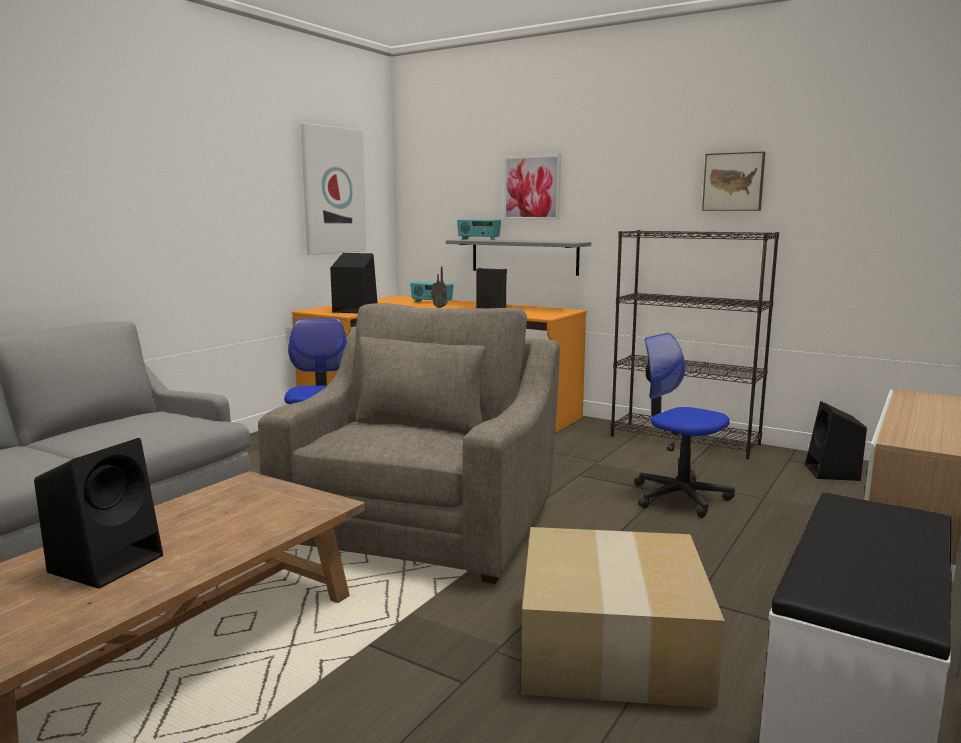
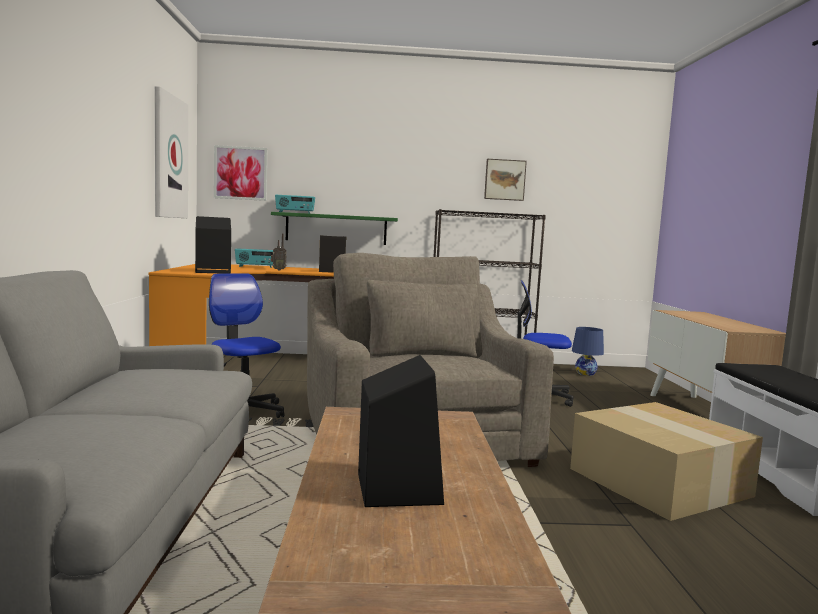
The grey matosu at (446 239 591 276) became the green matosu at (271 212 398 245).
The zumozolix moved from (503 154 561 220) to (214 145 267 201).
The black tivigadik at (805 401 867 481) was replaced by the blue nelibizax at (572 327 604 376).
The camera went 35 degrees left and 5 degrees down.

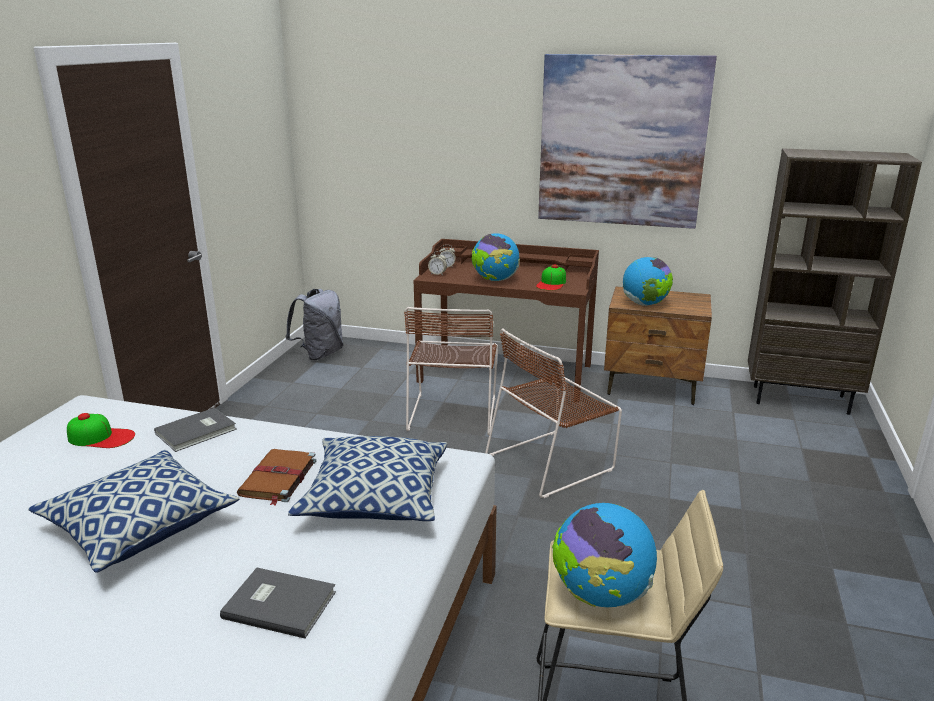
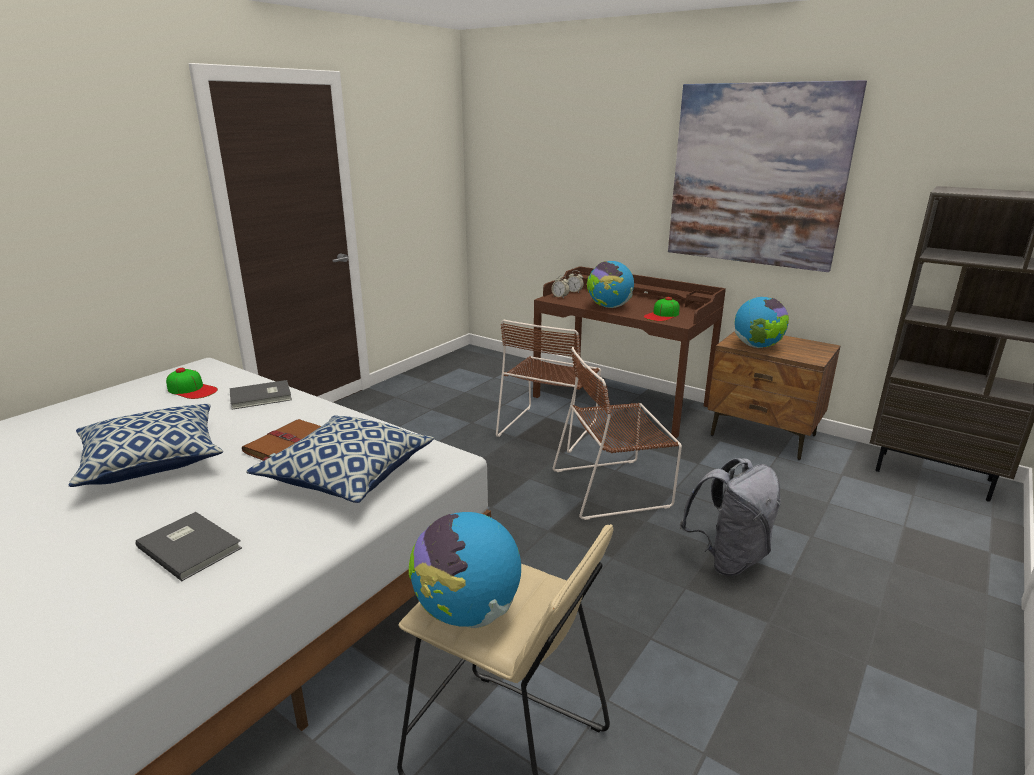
The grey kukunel moved from (285 289 343 361) to (680 458 781 576).
The camera went 20 degrees right and 0 degrees up.

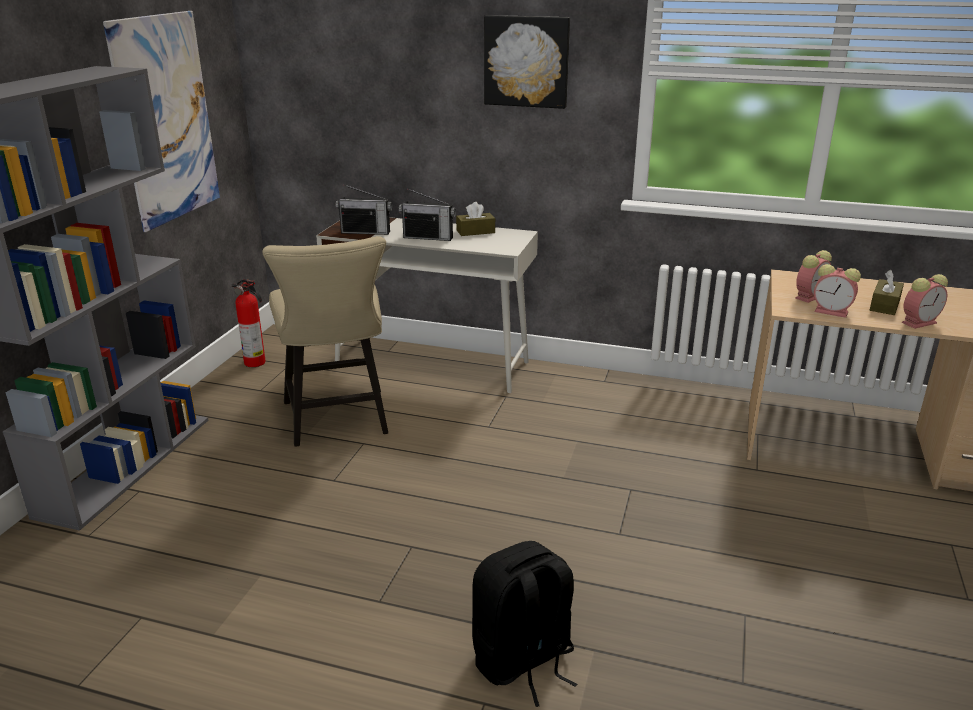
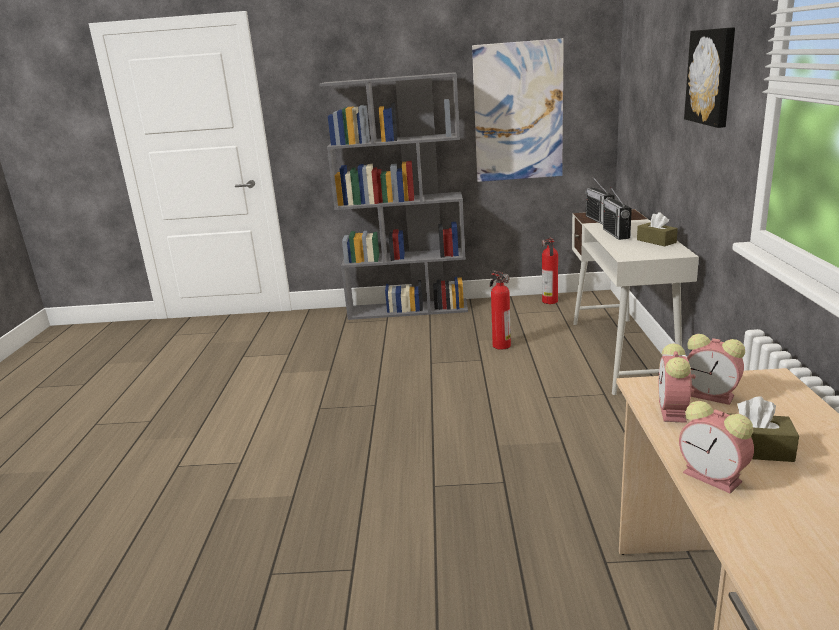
The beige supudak at (262 236 388 447) was replaced by the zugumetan at (490 270 511 350).
The black kukunel at (472 541 577 707) disappeared.
The camera went 75 degrees right and 5 degrees down.

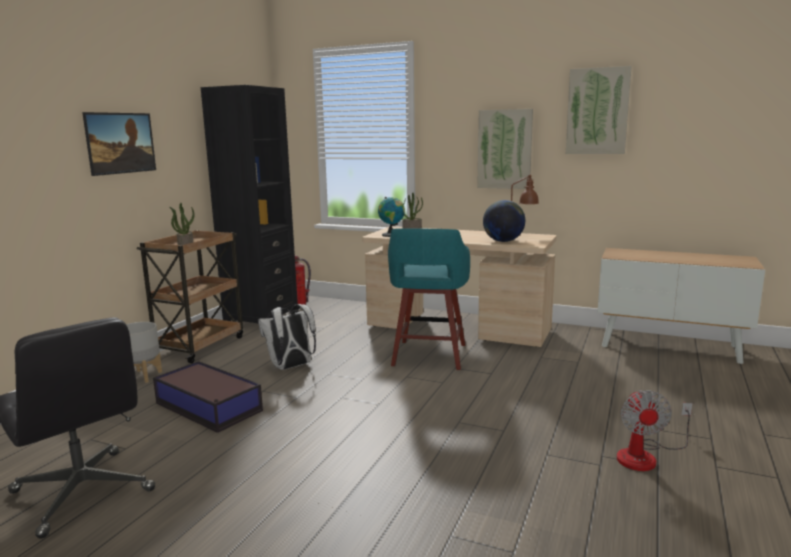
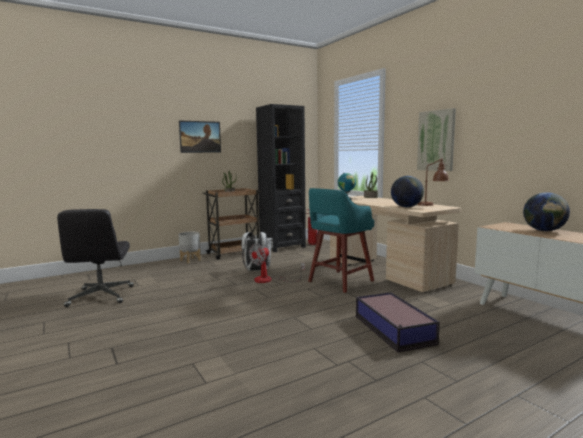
The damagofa moved from (153 361 263 433) to (356 292 440 353).
The zumozolix at (566 66 632 154) disappeared.
The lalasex moved from (617 390 692 471) to (249 244 305 283).
The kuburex at (523 192 570 231) appeared.
The camera went 35 degrees right and 5 degrees down.

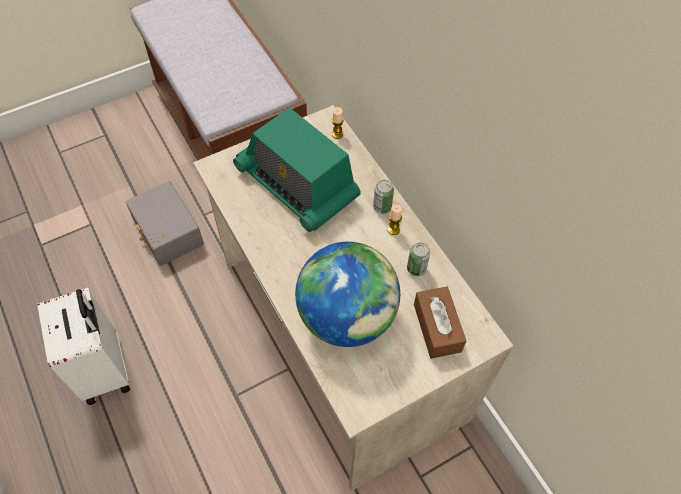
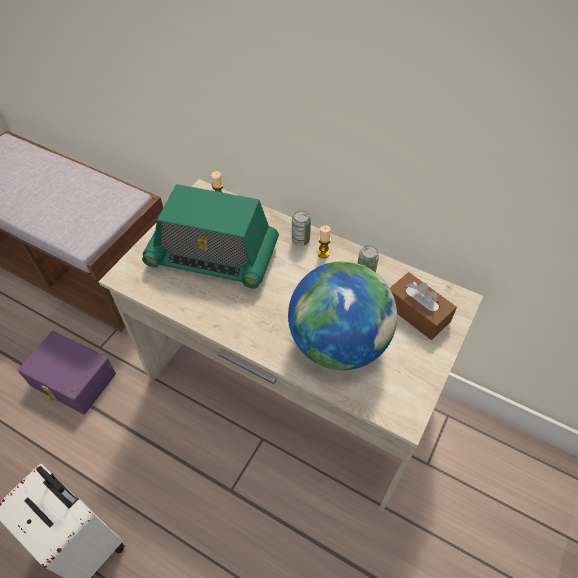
The grey damagofa at (126 181 204 266) became the purple damagofa at (18 331 116 414).
The camera went 30 degrees left and 5 degrees down.

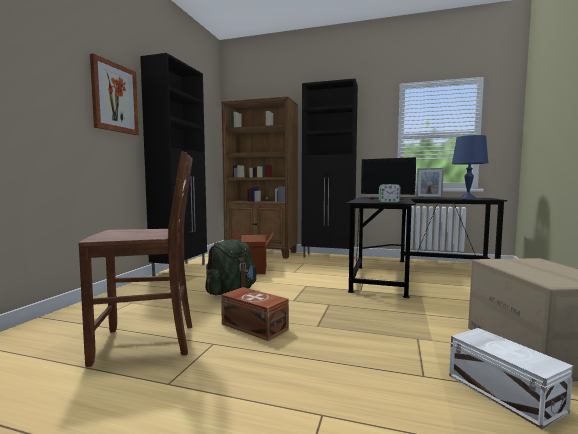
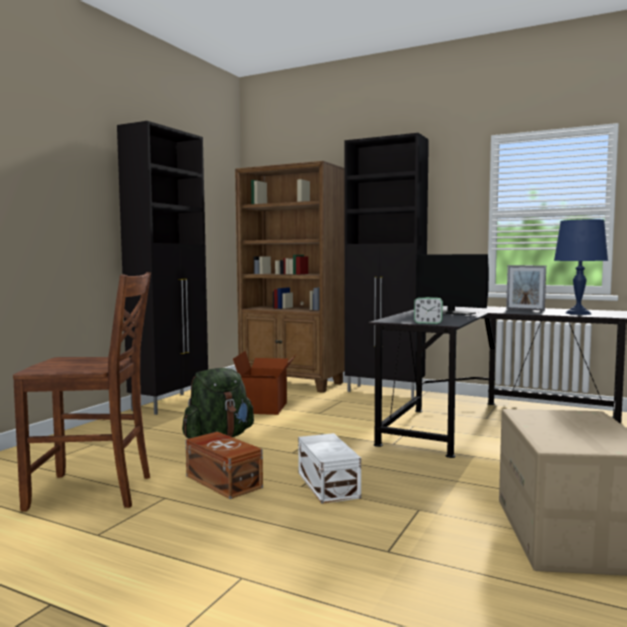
The zumozolix at (90 54 139 135) disappeared.
The white damagofa moved from (449 328 574 429) to (298 433 361 504).
The camera went 10 degrees right and 0 degrees up.

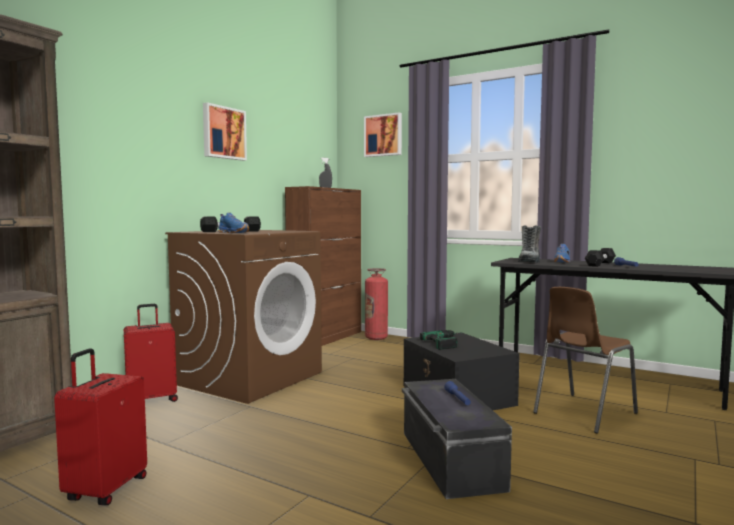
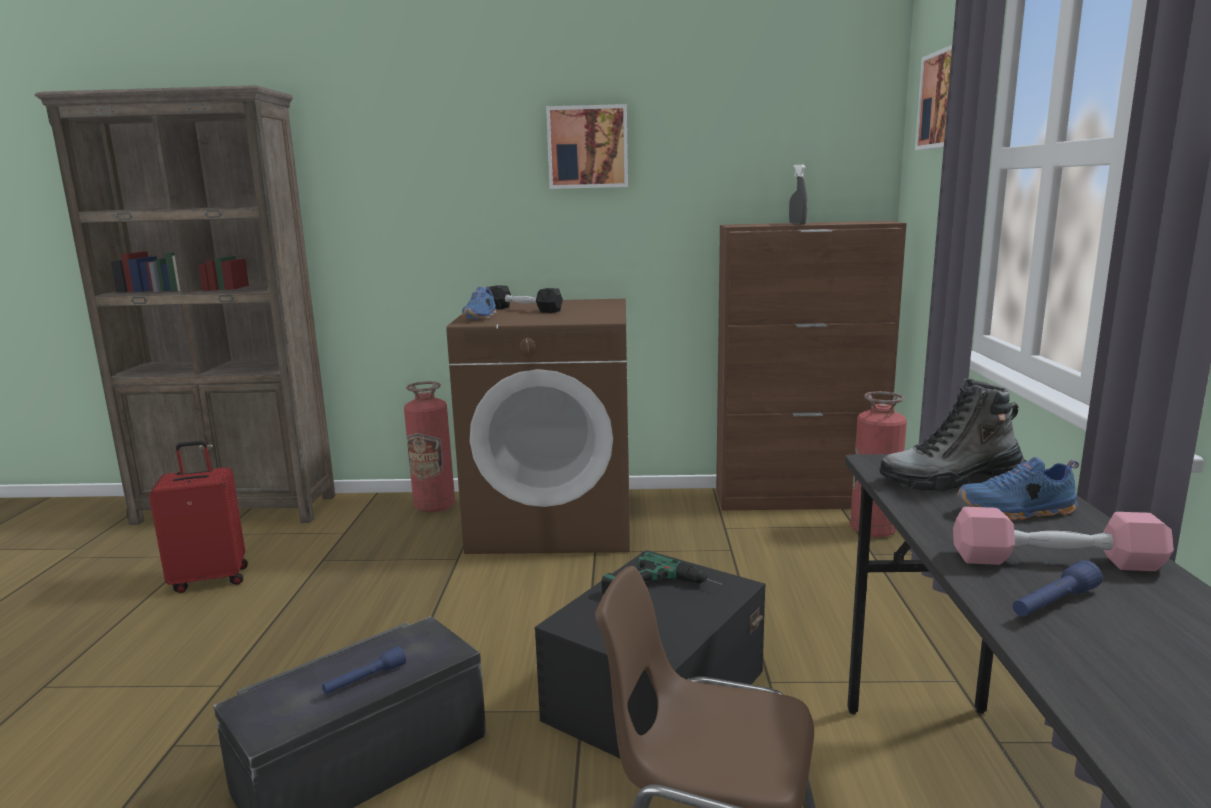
The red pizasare at (124 304 178 402) was replaced by the zugumetan at (404 381 455 513).
The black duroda at (585 248 616 267) became the pink duroda at (953 507 1174 571).
The camera went 60 degrees right and 10 degrees up.

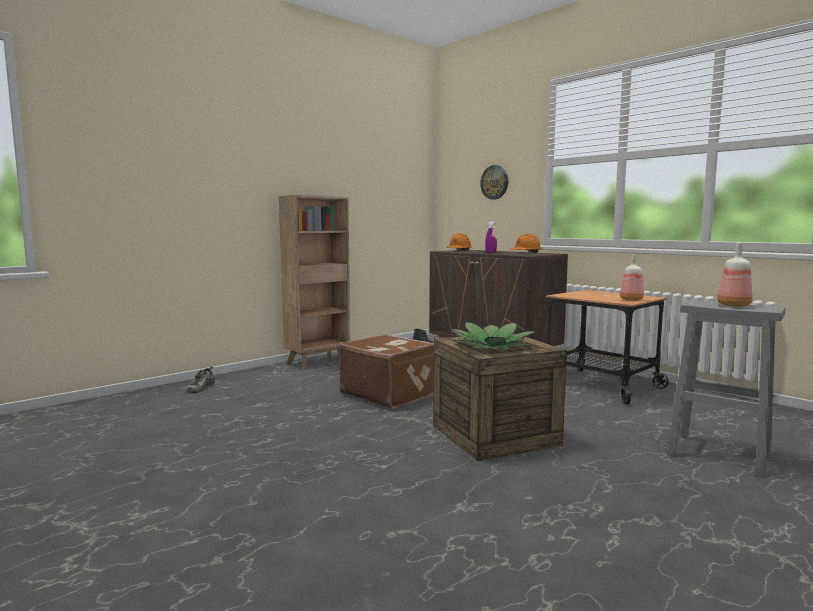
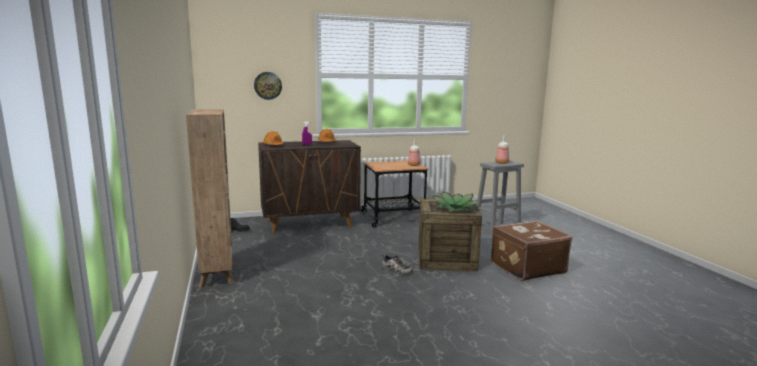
The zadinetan moved from (186 367 215 393) to (381 254 413 275).
The brown pizasare moved from (339 334 434 409) to (491 220 573 281).
The camera went 65 degrees left and 5 degrees up.

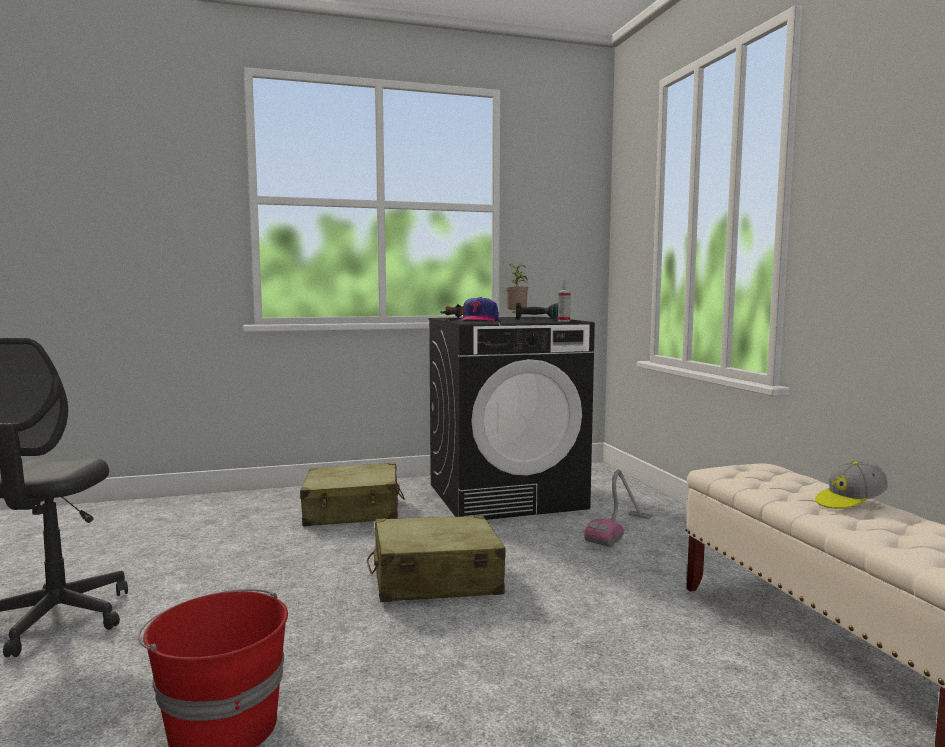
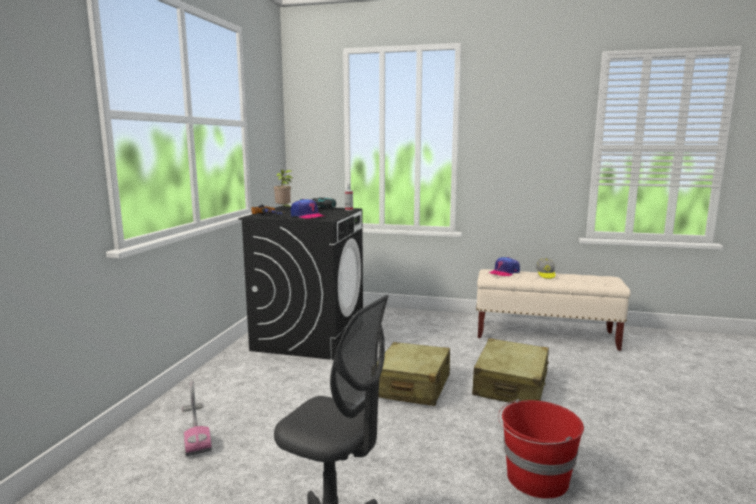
The beige pizasare moved from (300 463 405 526) to (472 338 549 403).
The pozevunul moved from (584 469 652 547) to (182 379 212 456).
The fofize at (489 257 520 277) appeared.
The camera went 60 degrees left and 5 degrees up.

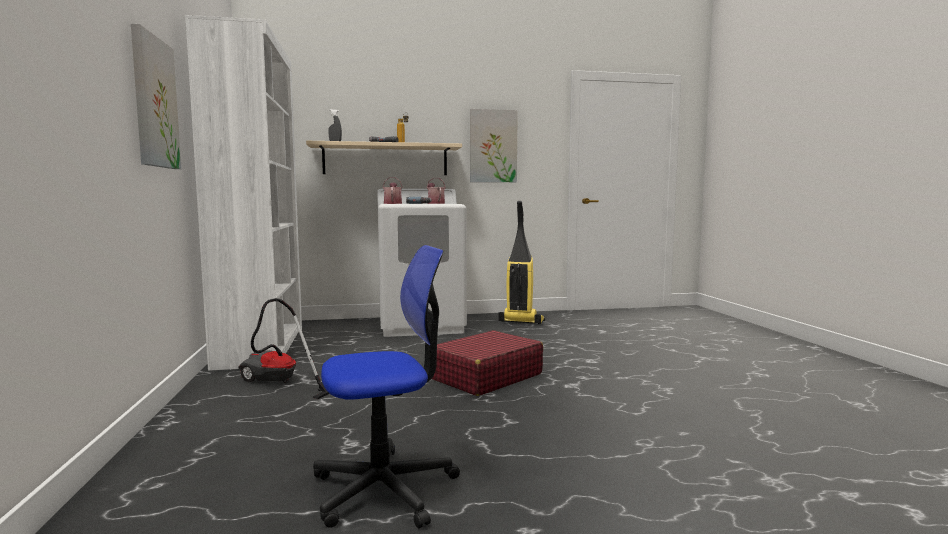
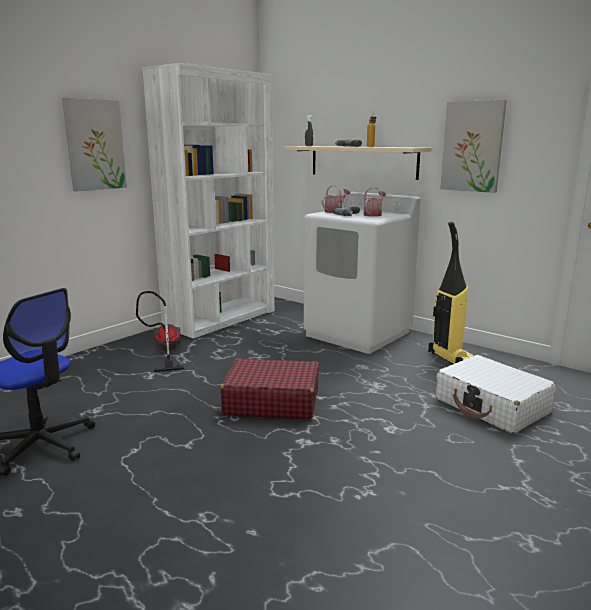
The white pizasare at (436 355 556 434) appeared.
The camera went 50 degrees right and 10 degrees up.

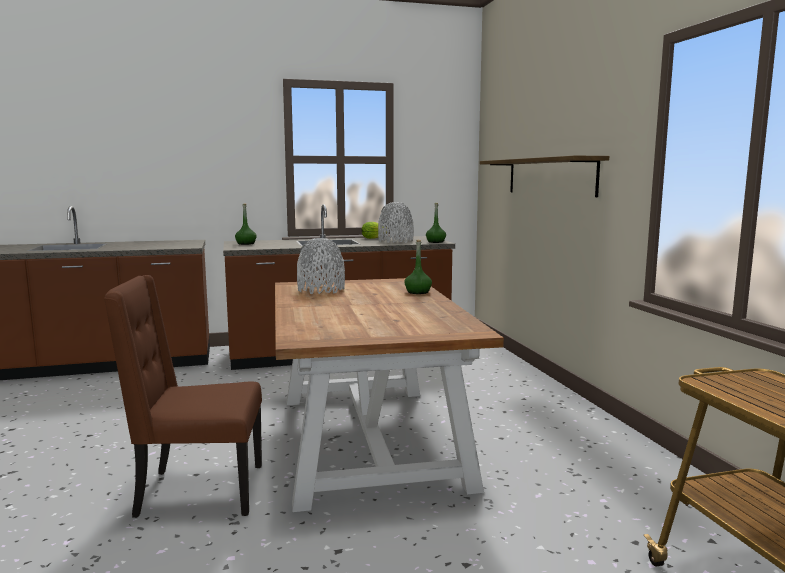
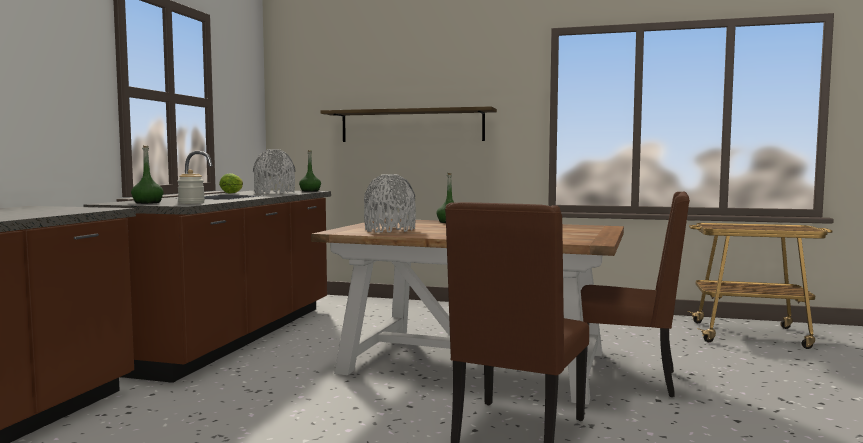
The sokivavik at (178 169 205 204) appeared.
The brown supudak at (581 192 690 397) appeared.
The camera went 60 degrees left and 5 degrees down.

